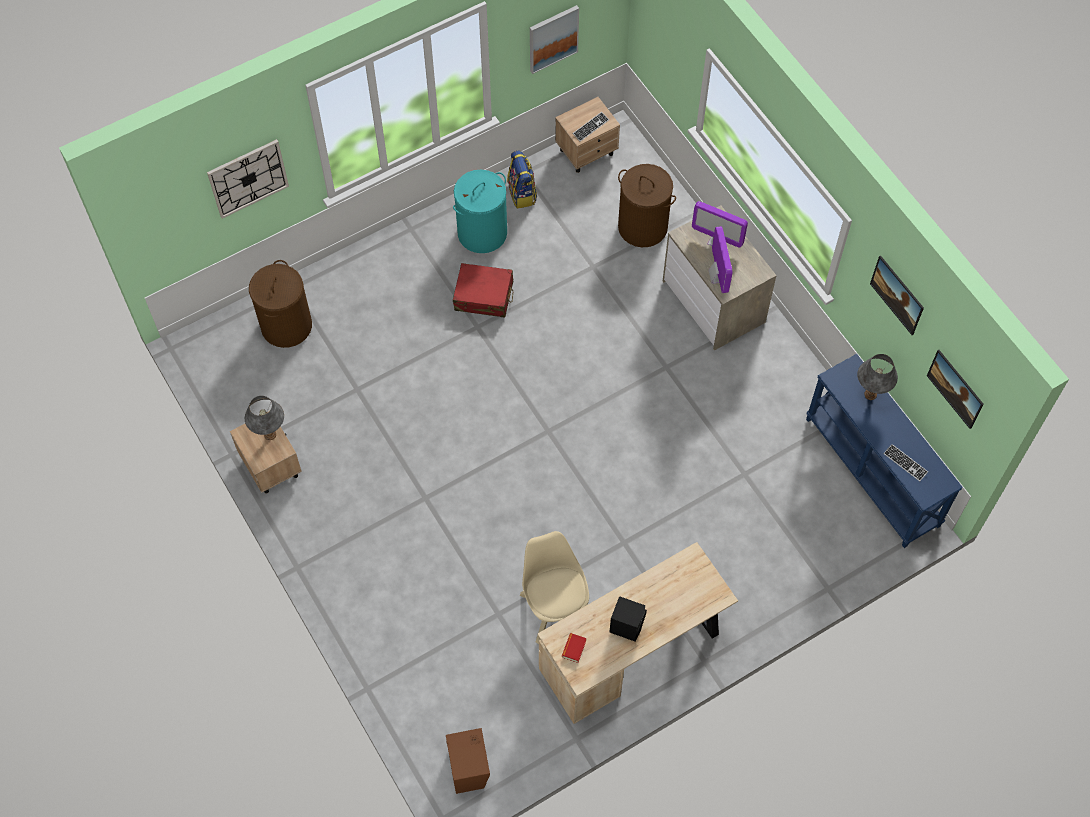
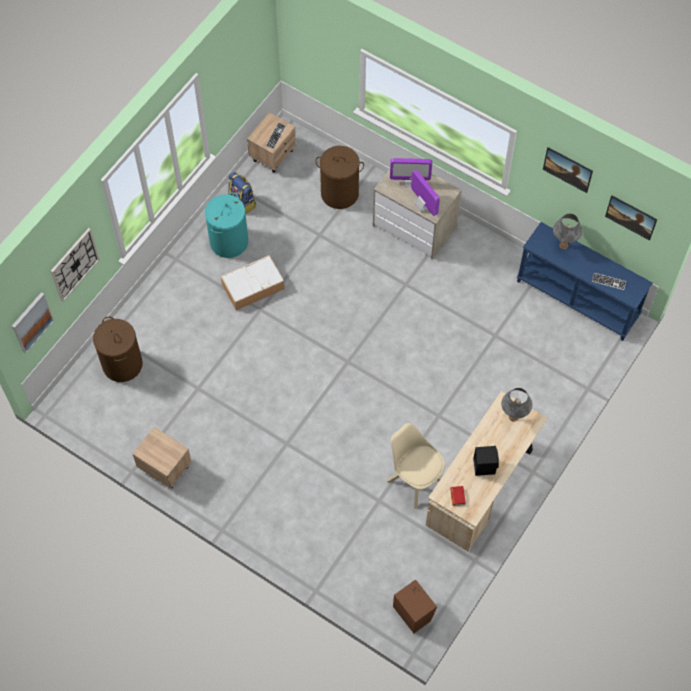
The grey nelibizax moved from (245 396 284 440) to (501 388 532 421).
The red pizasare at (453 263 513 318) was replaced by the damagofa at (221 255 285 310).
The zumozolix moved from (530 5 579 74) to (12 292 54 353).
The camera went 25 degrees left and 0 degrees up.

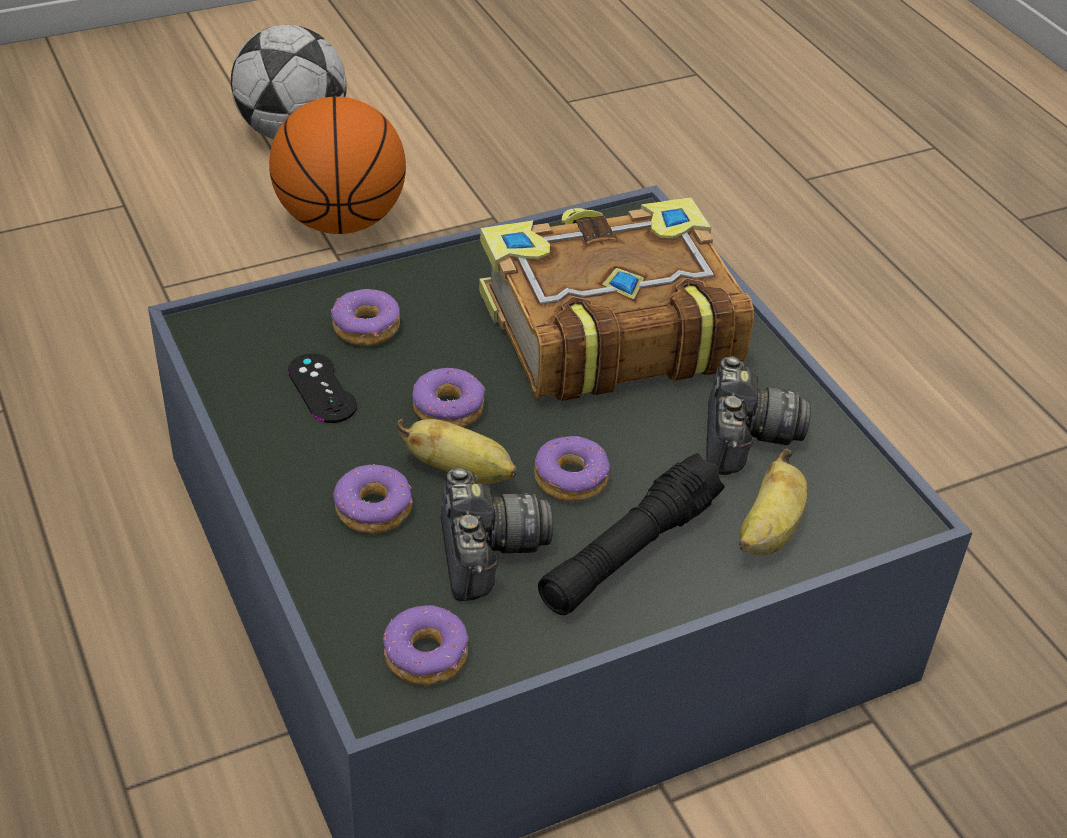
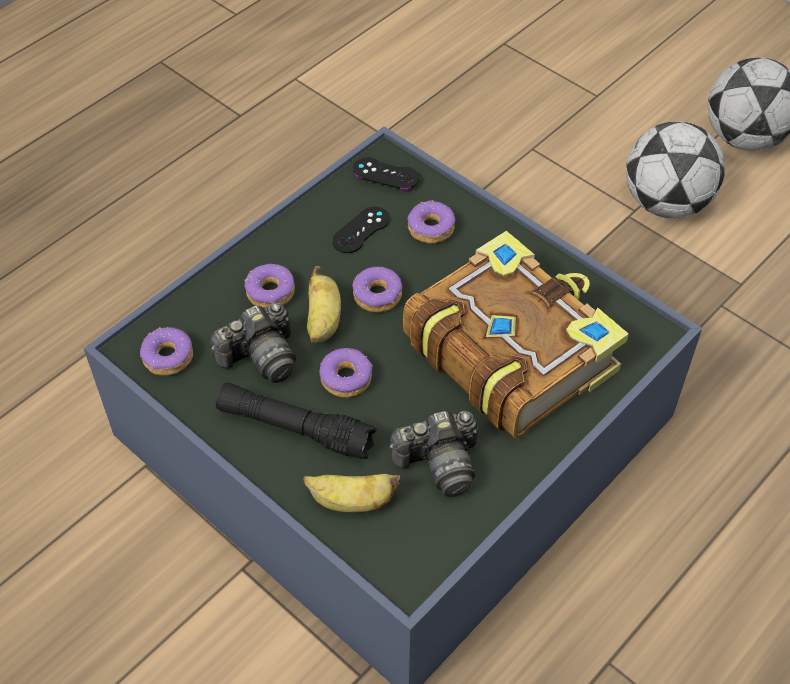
The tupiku at (269 97 406 234) was replaced by the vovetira at (626 121 725 219).
The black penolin at (353 158 419 189) appeared.
The camera went 70 degrees right and 10 degrees up.

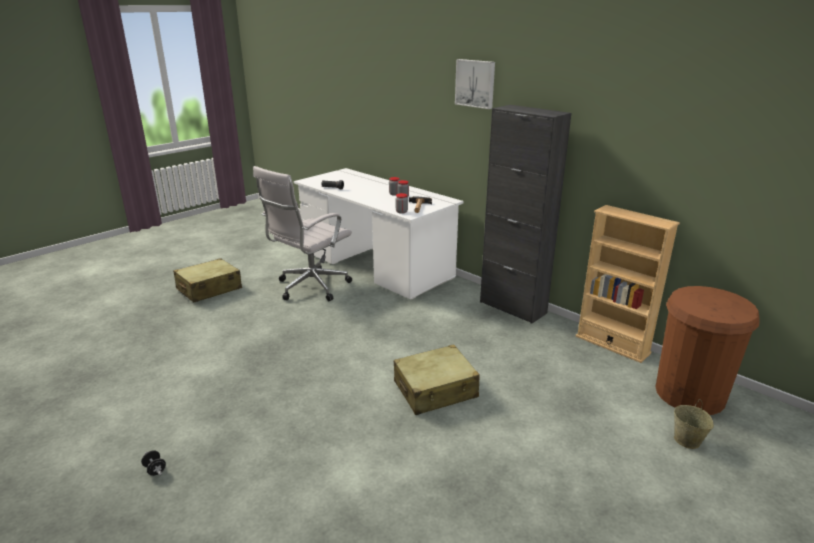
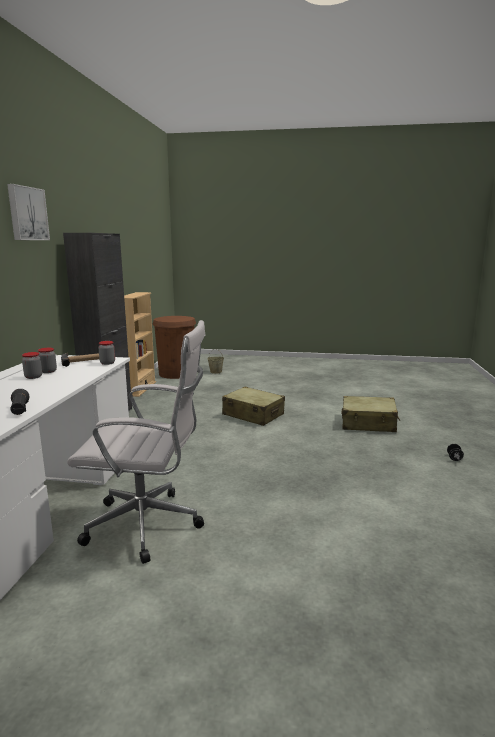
The beige pizasare moved from (173 258 242 302) to (342 396 400 432).
The camera went 125 degrees left and 10 degrees down.

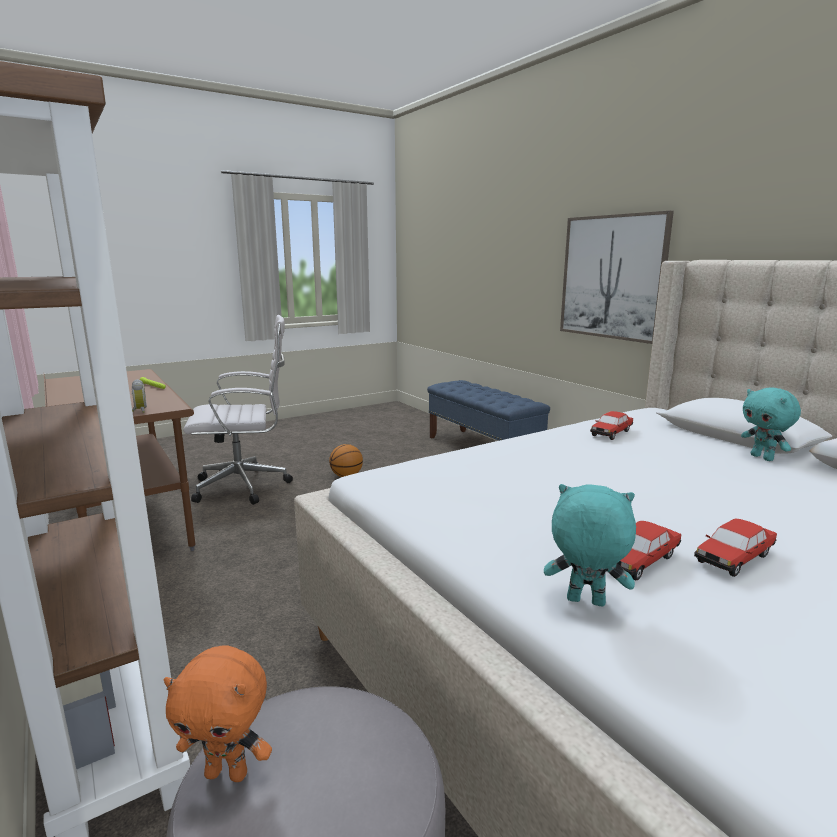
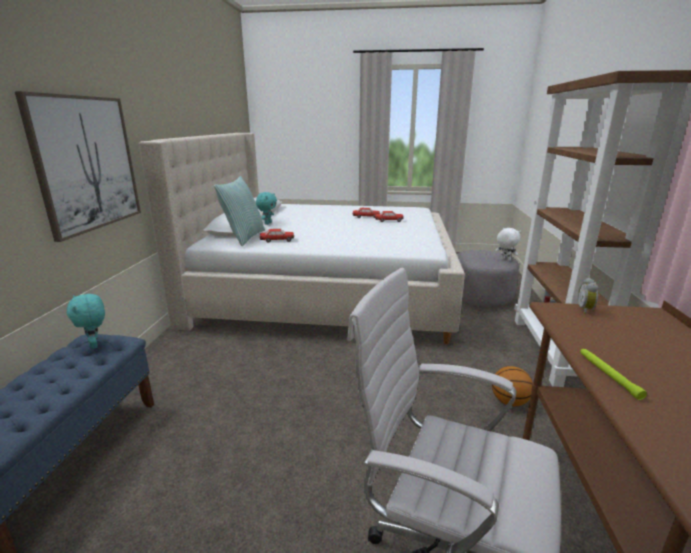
The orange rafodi at (164 645 272 782) became the white rafodi at (495 228 521 261).
The tupiku moved from (329 444 363 477) to (492 366 533 406).
The turquoise rafodi moved from (544 484 636 607) to (67 294 105 349).
The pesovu at (214 176 265 246) appeared.
The camera went 140 degrees left and 5 degrees up.

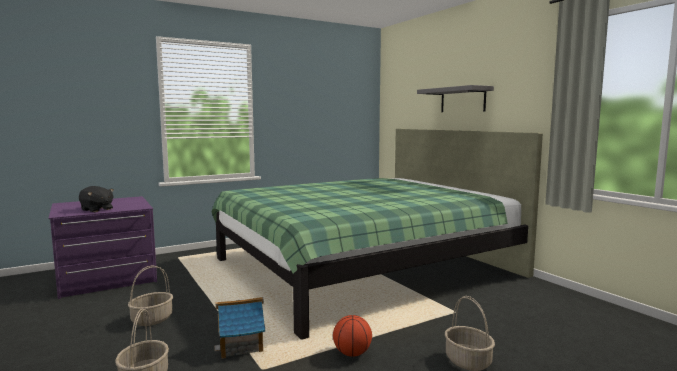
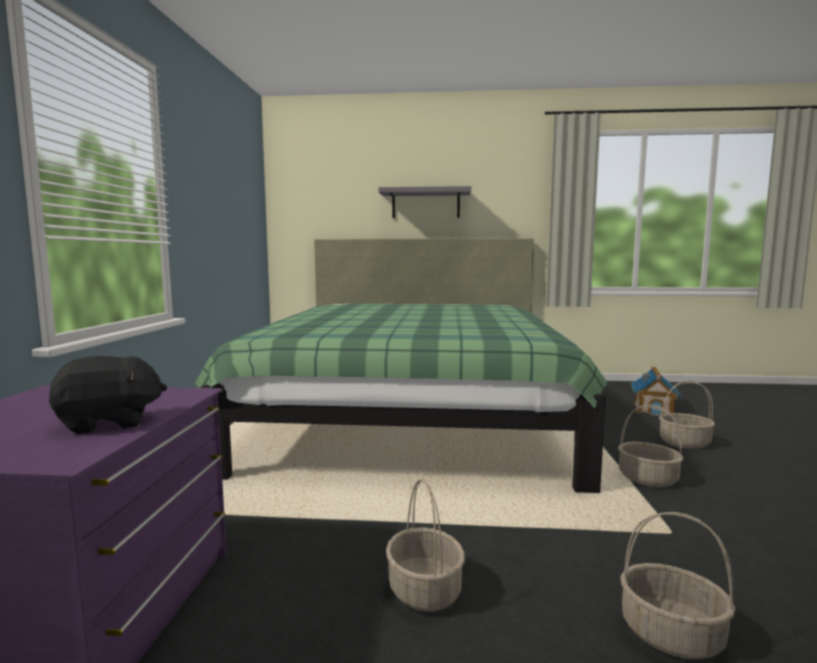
The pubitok moved from (214 297 265 359) to (631 367 682 416).
The tupiku at (333 315 372 357) was replaced by the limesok at (618 404 683 487).
The camera went 55 degrees left and 0 degrees up.

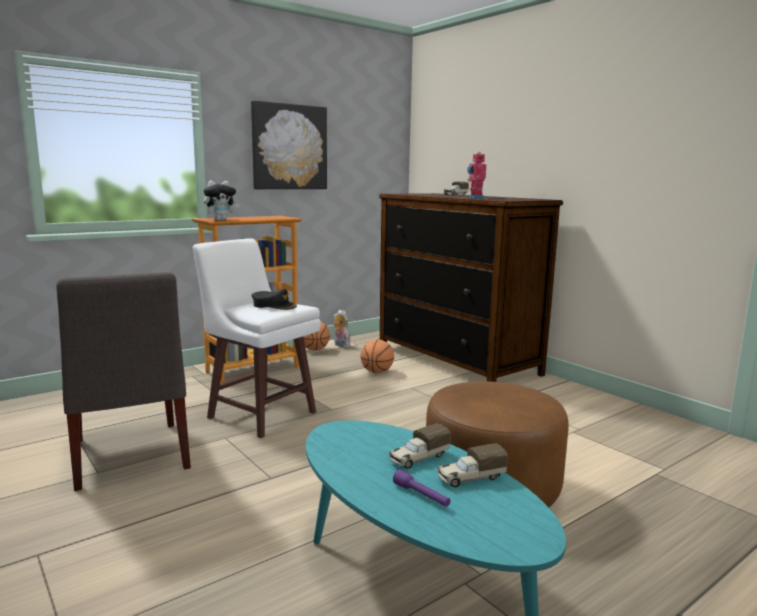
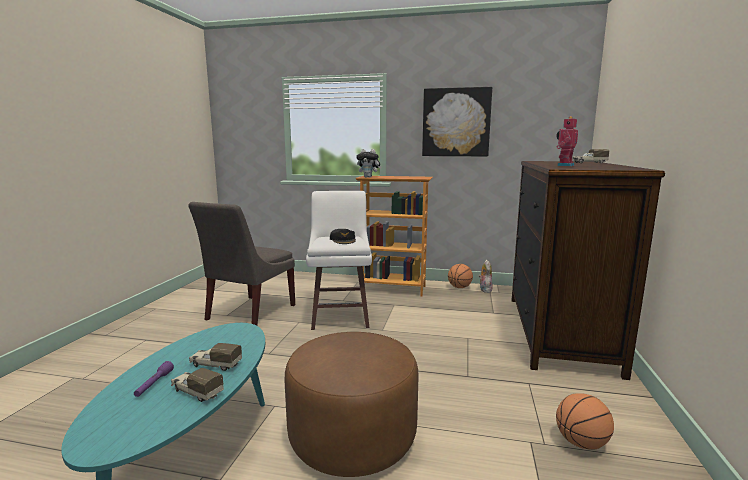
The tupiku moved from (360 339 394 373) to (556 393 614 450).
The camera went 50 degrees right and 0 degrees up.

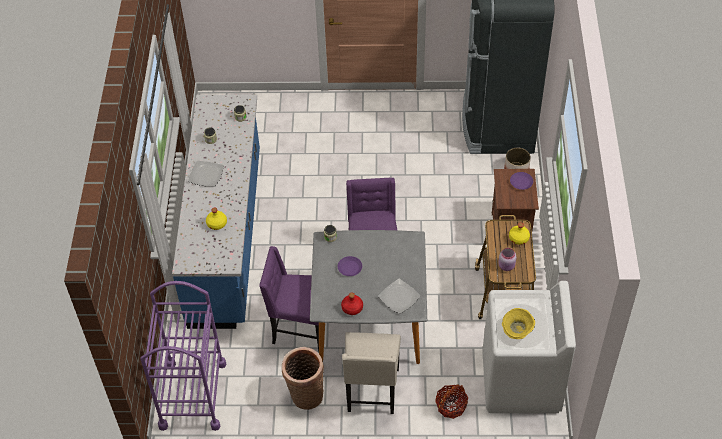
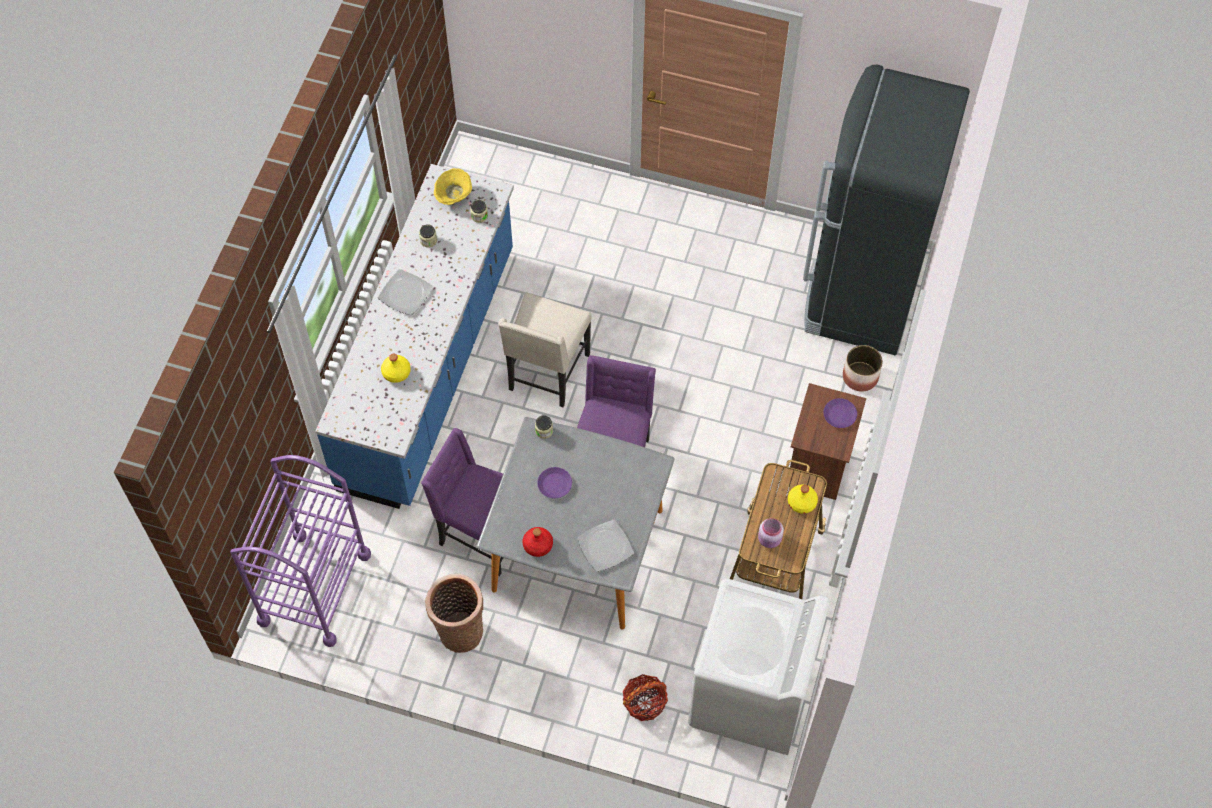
The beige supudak moved from (342 332 401 414) to (498 293 592 407).
The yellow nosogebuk moved from (502 308 535 339) to (434 168 472 205).
The camera went 15 degrees right and 10 degrees up.

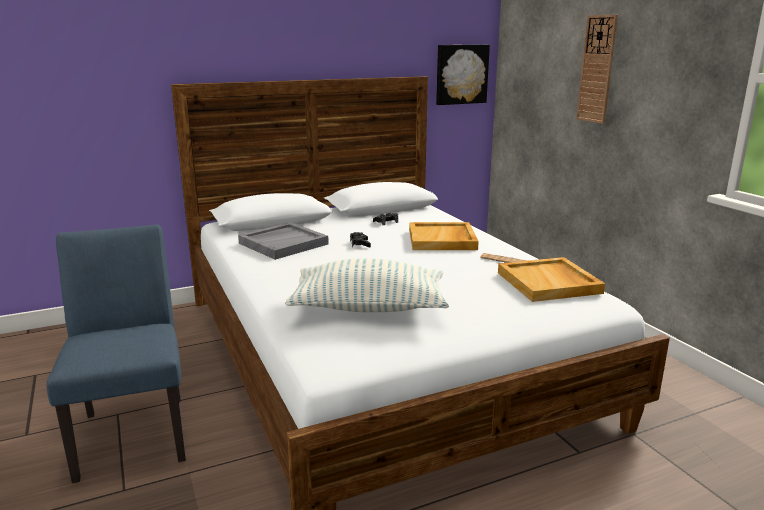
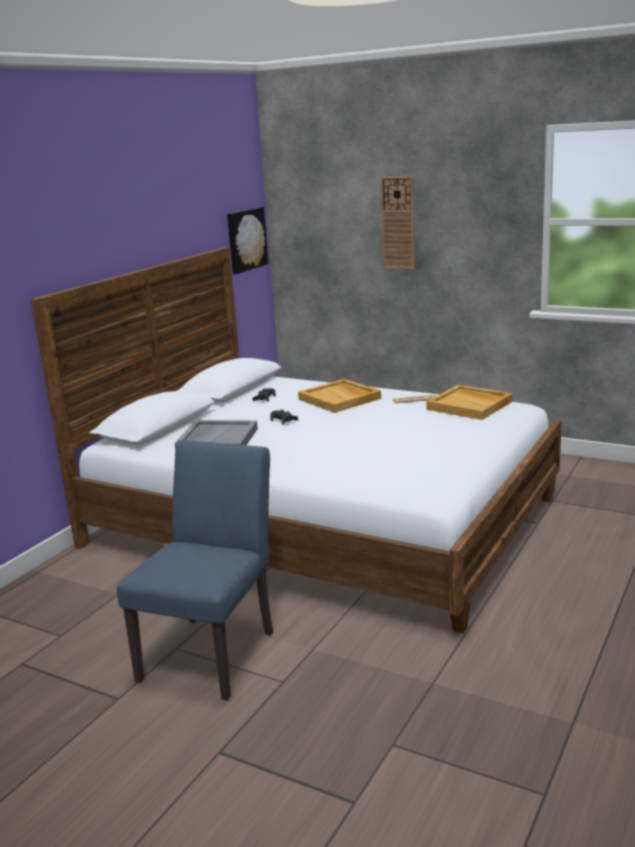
The blue supudak at (46 225 186 483) turned 75 degrees clockwise.
The pesovu at (285 258 449 312) disappeared.
The camera went 35 degrees left and 0 degrees up.

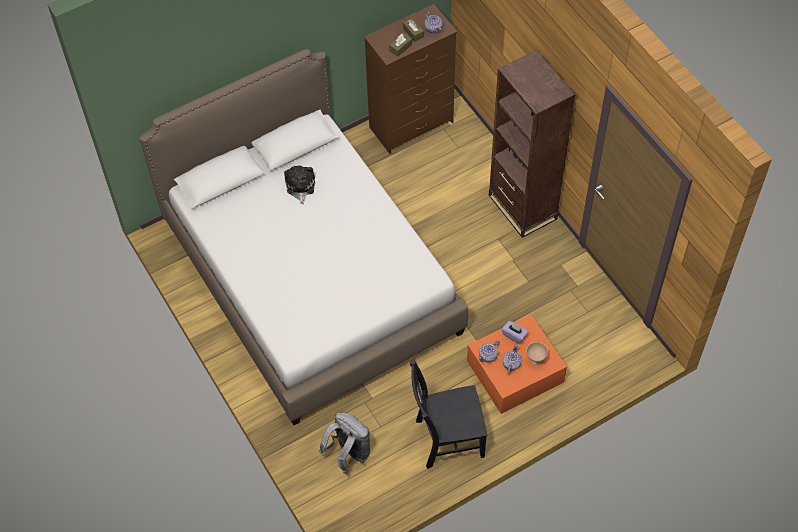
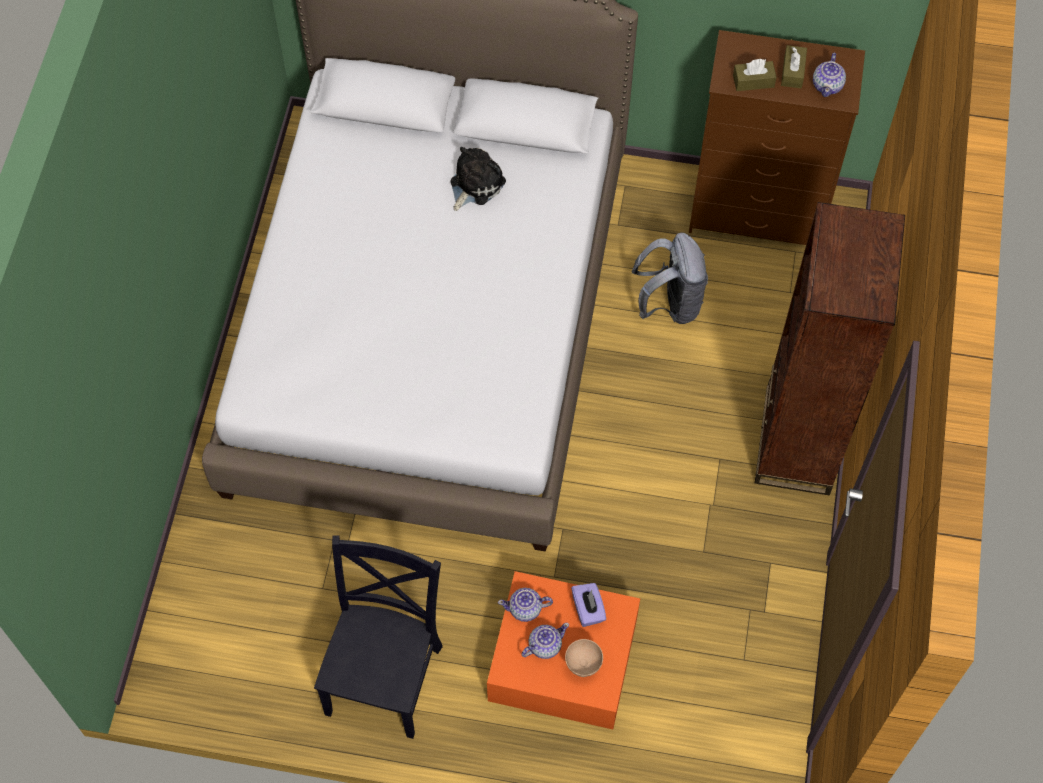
The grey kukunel moved from (319 413 370 474) to (632 233 708 324).
The black supudak at (410 361 488 469) turned 75 degrees clockwise.
The camera went 40 degrees right and 5 degrees up.

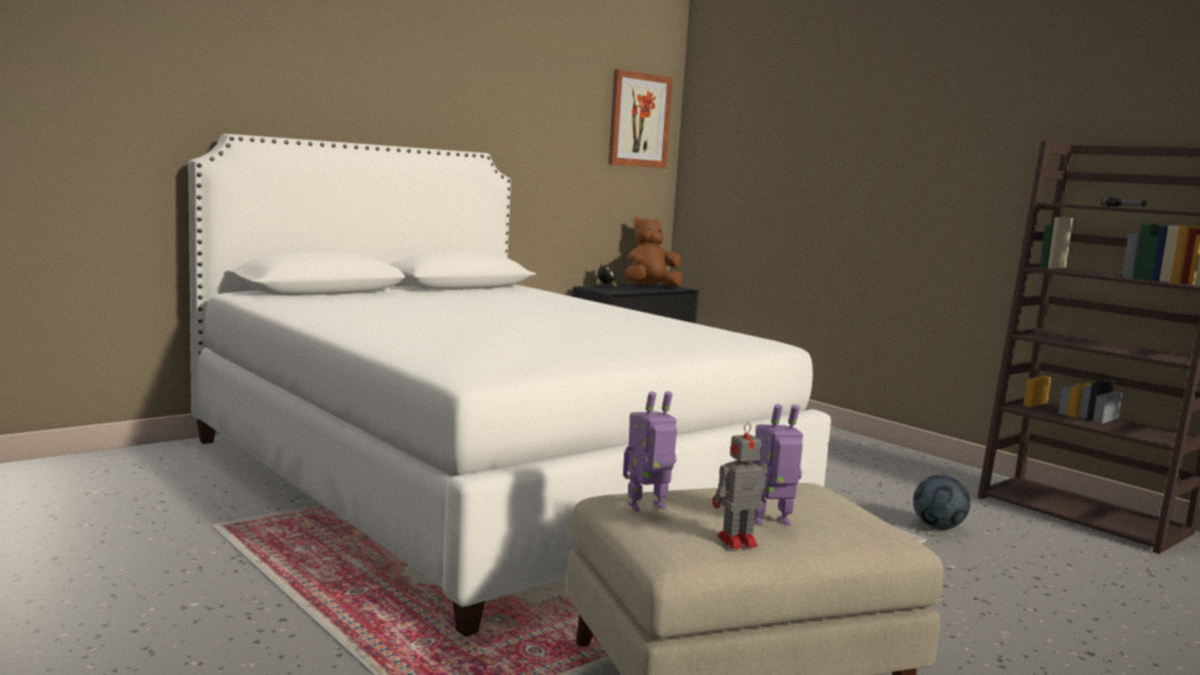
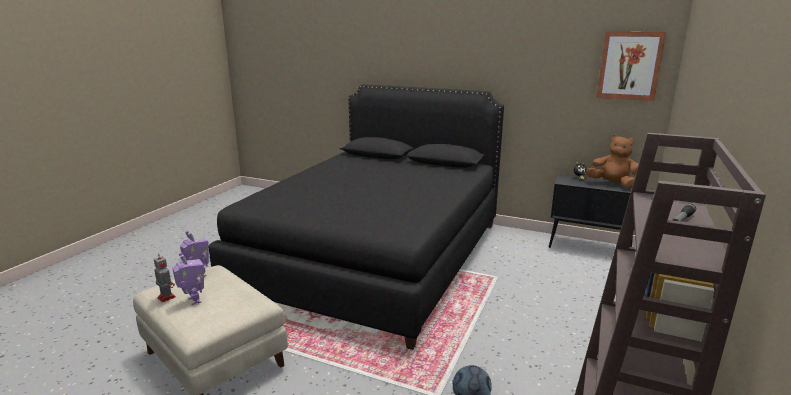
The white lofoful at (188 134 831 637) became the black lofoful at (209 84 504 350).
The camera went 65 degrees right and 10 degrees up.

